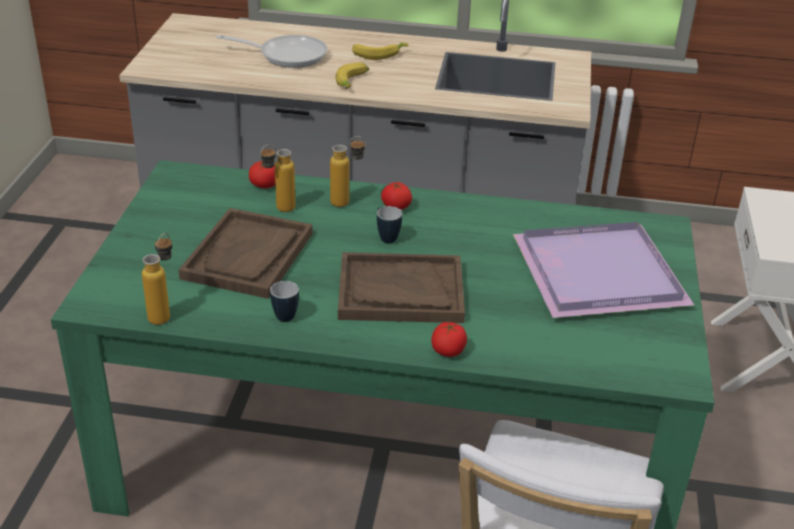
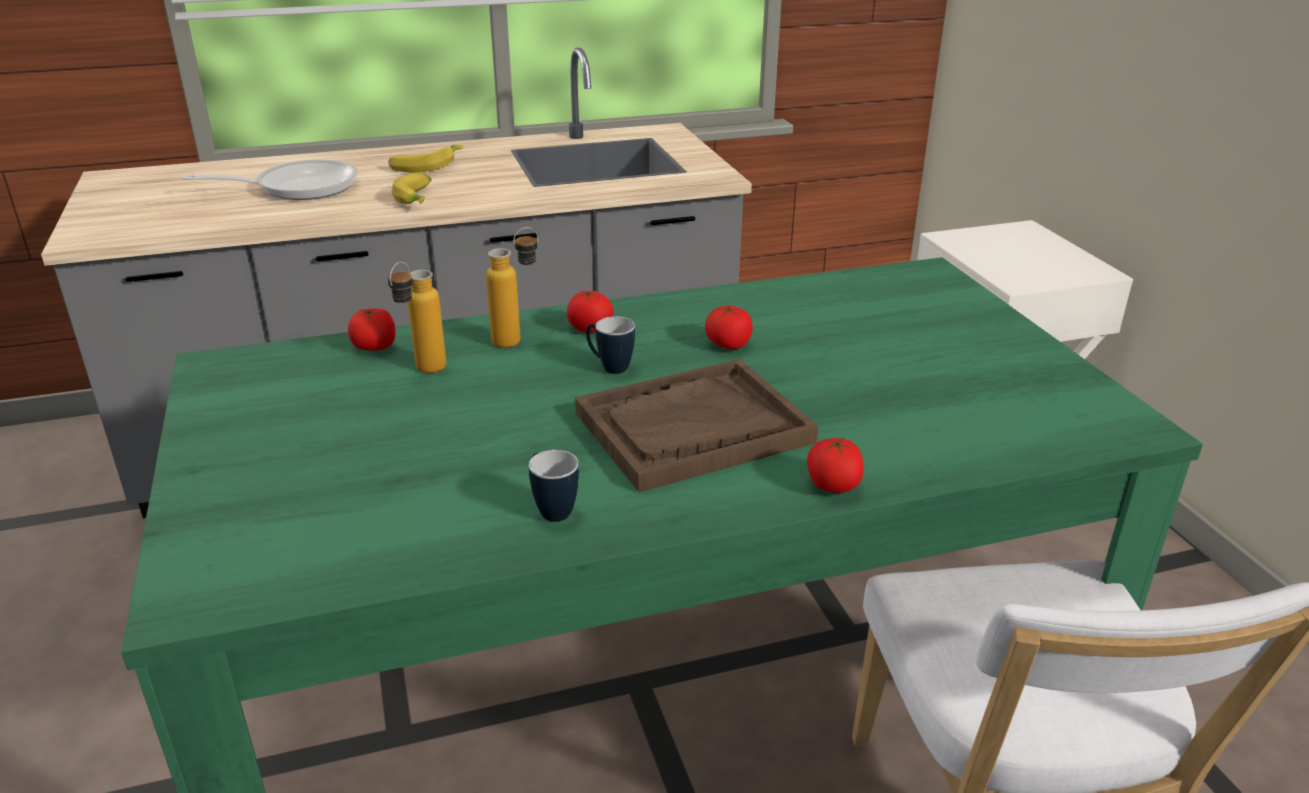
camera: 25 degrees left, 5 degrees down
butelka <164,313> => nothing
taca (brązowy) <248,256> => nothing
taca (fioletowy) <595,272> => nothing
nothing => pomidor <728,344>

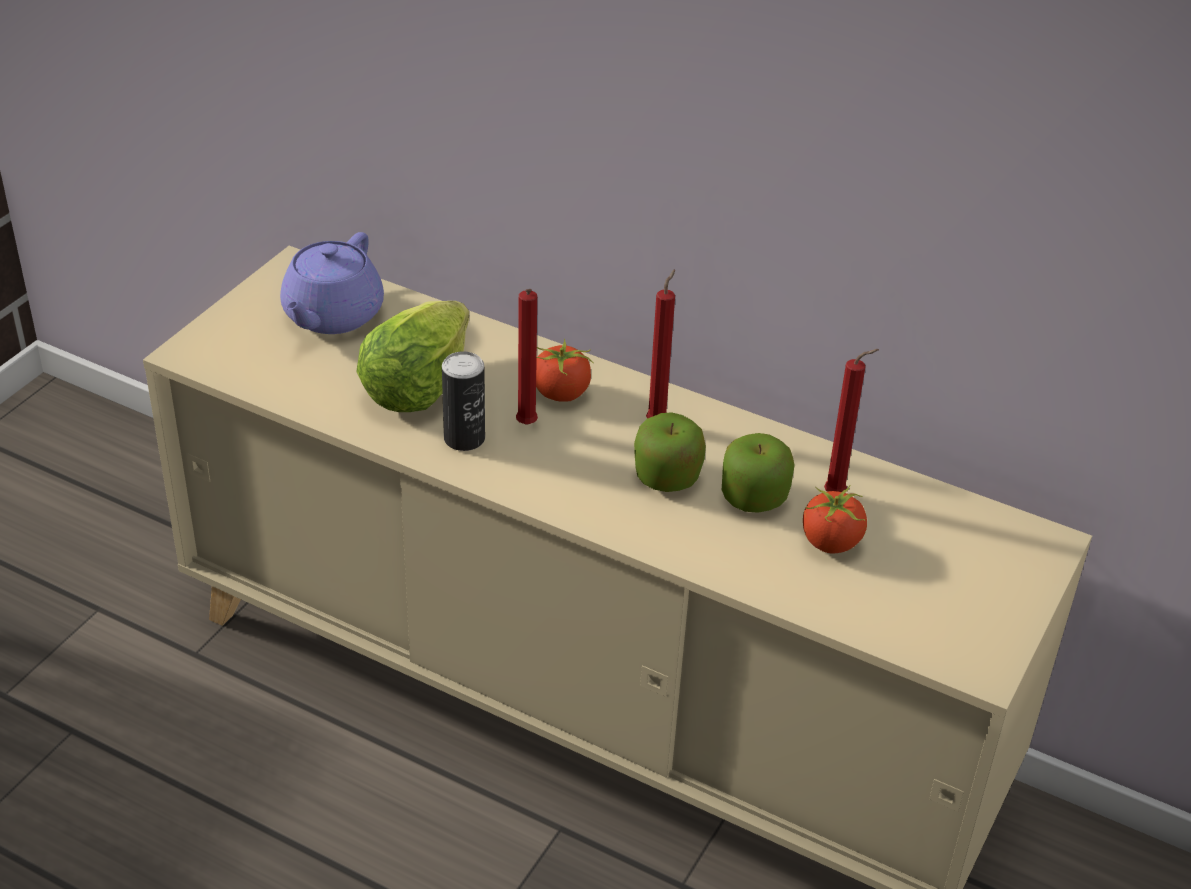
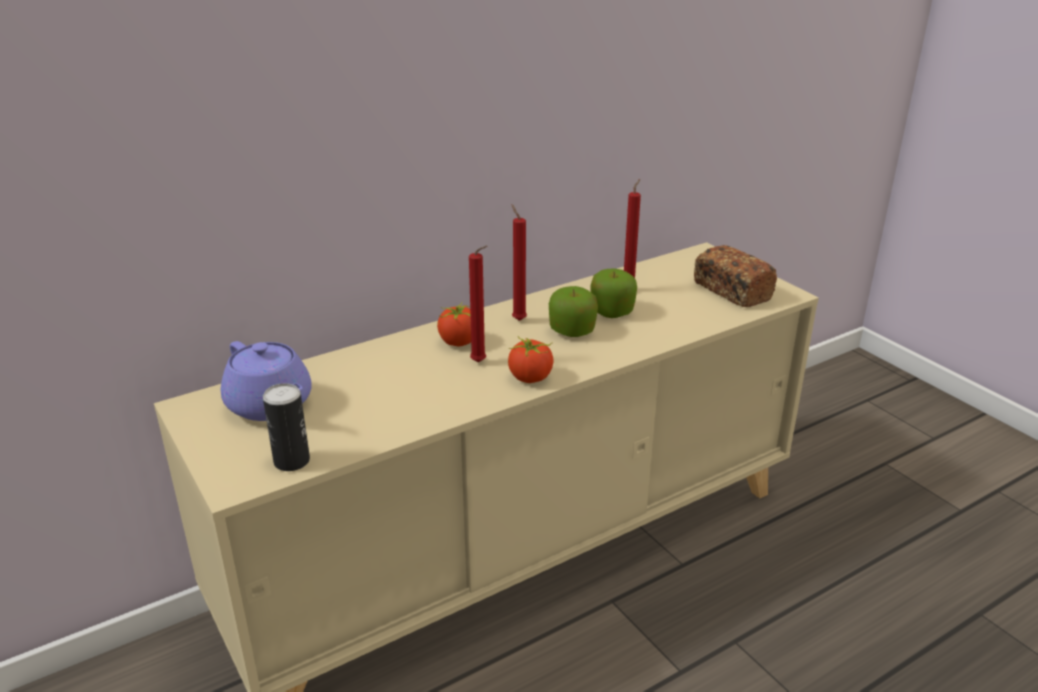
camera: 60 degrees left, 10 degrees down
sałata <416,388> => nothing
nothing => chleb <731,291>
puszka <464,438> => puszka <292,461>, shifted
pomidor <830,543> => pomidor <531,378>, shifted

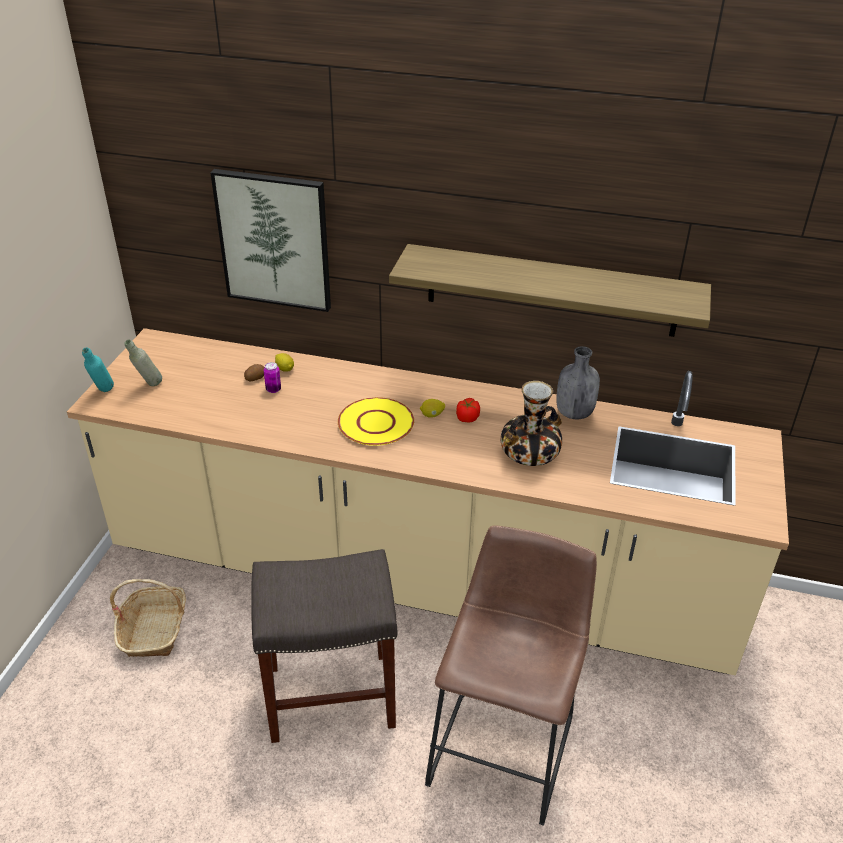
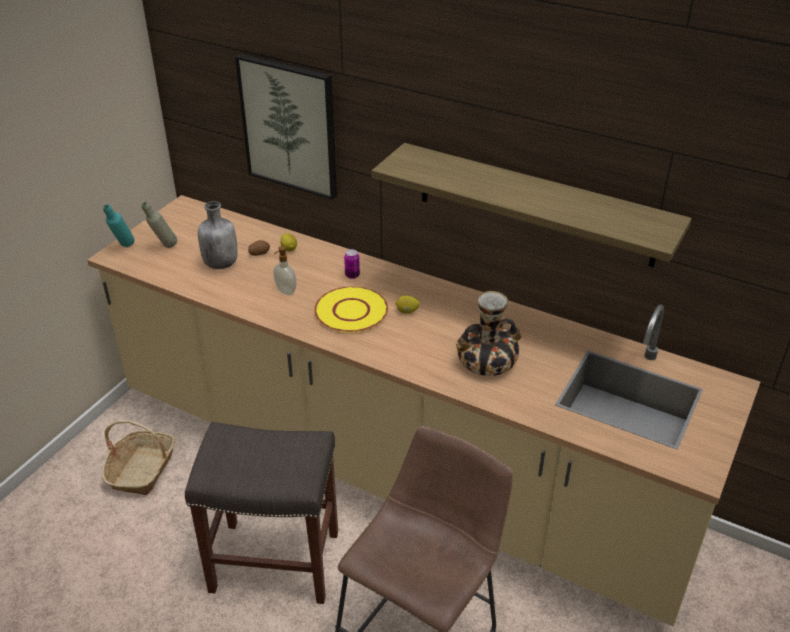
camera: 15 degrees right, 0 degrees up
pomidor <467,418> => nothing
nothing => dozownik mydła <285,291>
puszka <273,389> => puszka <352,275>, shifted
butelka (szary) <573,412> => butelka (szary) <221,263>, shifted

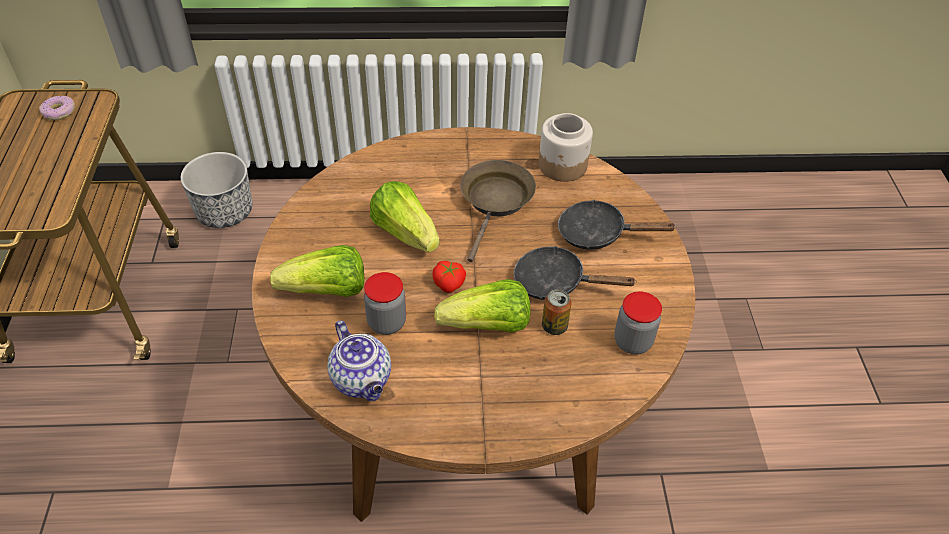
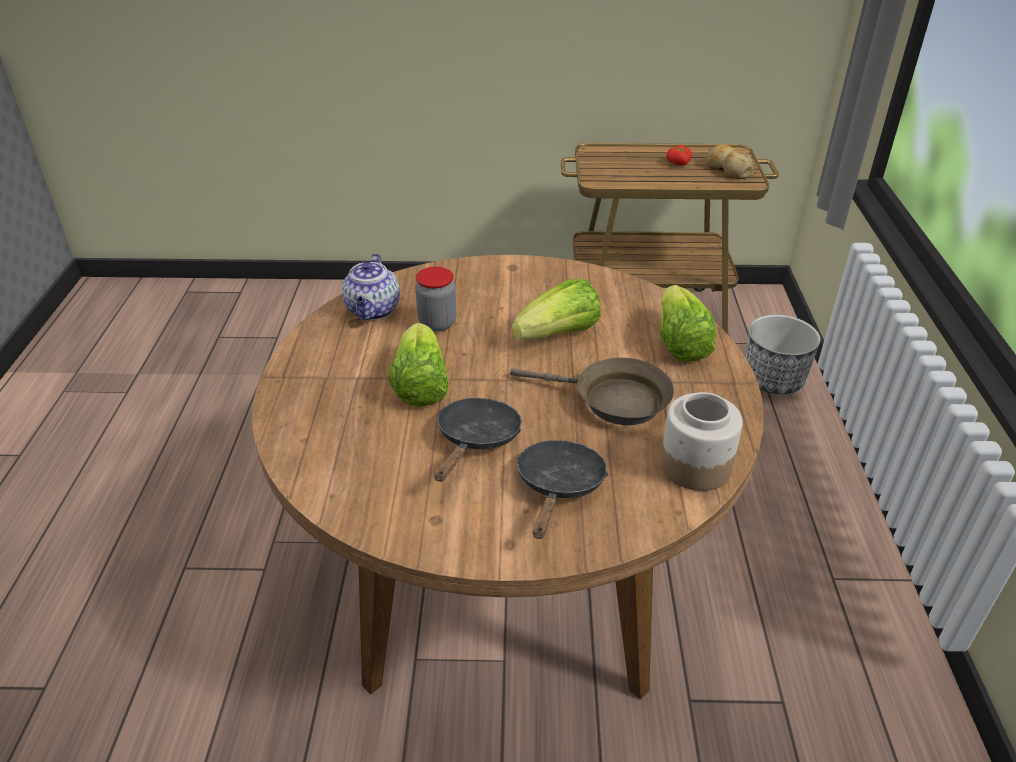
camera: 95 degrees right, 10 degrees down
puszka <554,326> => nothing
słoik <632,341> => nothing
sałata <327,291> => sałata <679,343>, shifted
pomidor <449,283> => pomidor <679,164>, shifted
donut <59,112> => chleb <727,169>
imbryk <362,380> => imbryk <373,311>, 60 degrees counterclockwise

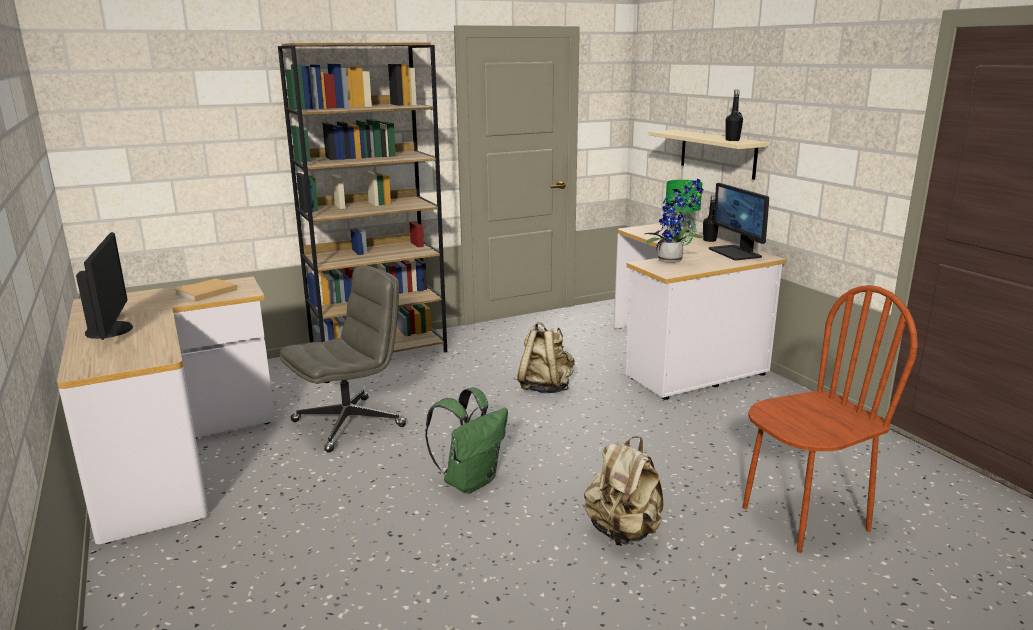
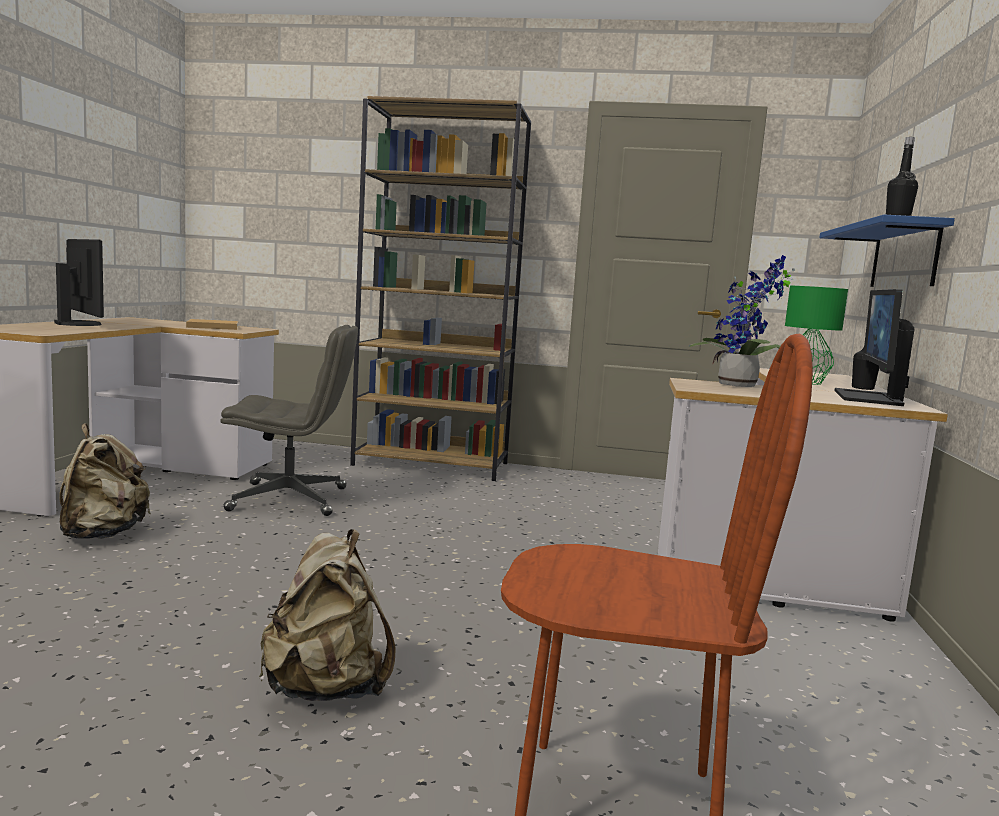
camera: 35 degrees right, 10 degrees down
plecak (zielony) <470,481> => nothing
plecak (beżowy) <545,388> => plecak (beżowy) <103,534>, shifted
półka (beżowy) <717,153> => półka (niebieski) <904,257>
monitor <111,330> => monitor <80,324>, 60 degrees counterclockwise

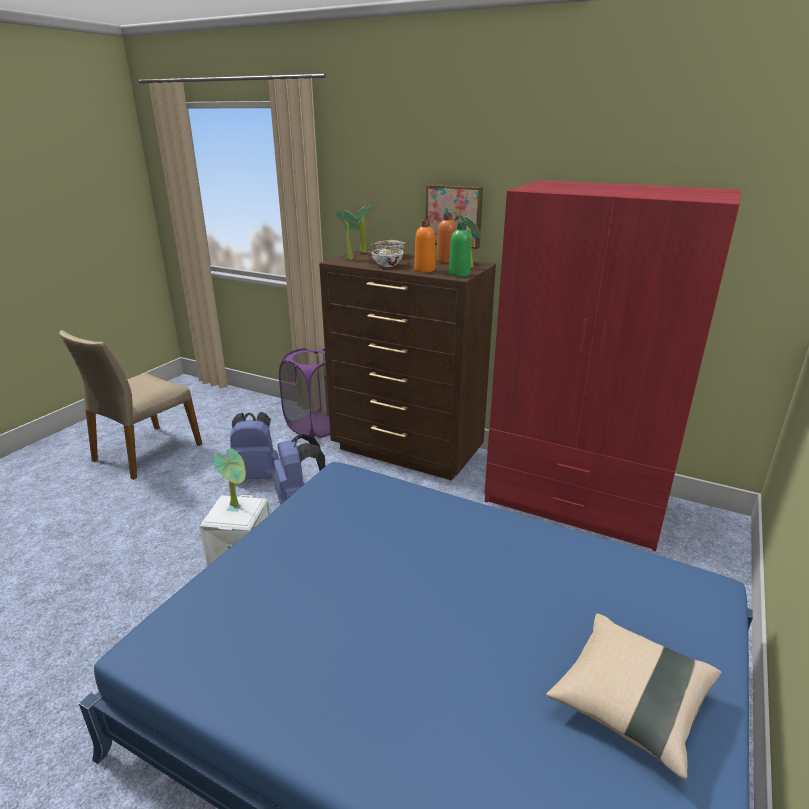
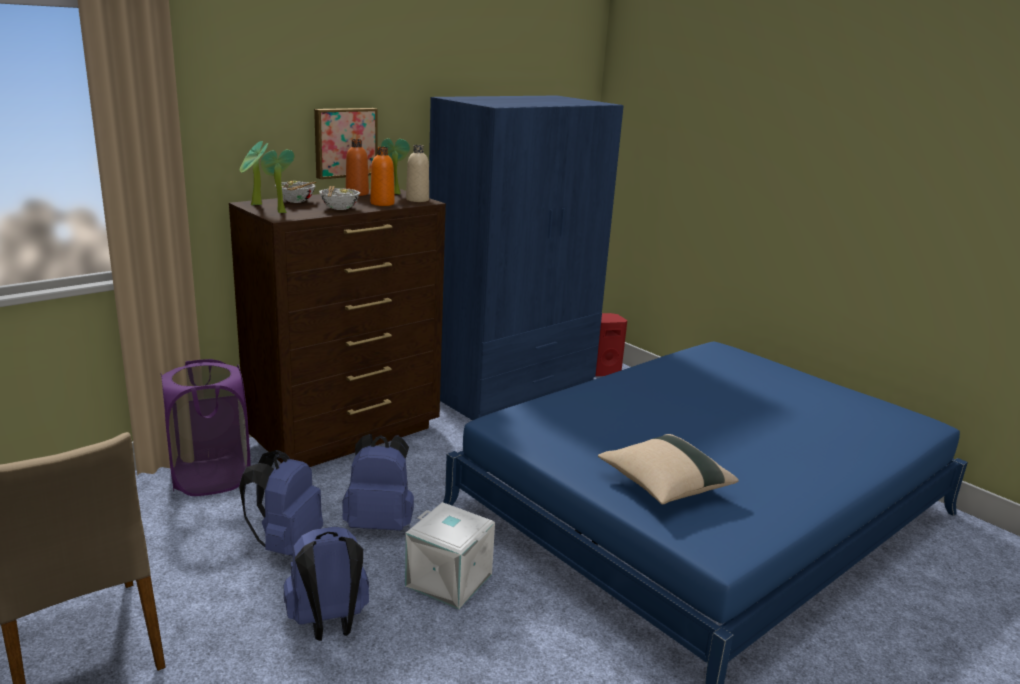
camera: 70 degrees left, 5 degrees down
roślina doniczkowa <236,504> => nothing
nothing => plecak (niebieski) <329,625>
nothing => głośnik (czerwony) <603,371>
poduszka (beżowy) <630,703> => poduszka (beżowy) <663,486>, shifted
butelka (zielony) <459,274> => butelka (beżowy) <417,200>
szafa (czerwony) <576,501> => szafa (niebieski) <512,388>

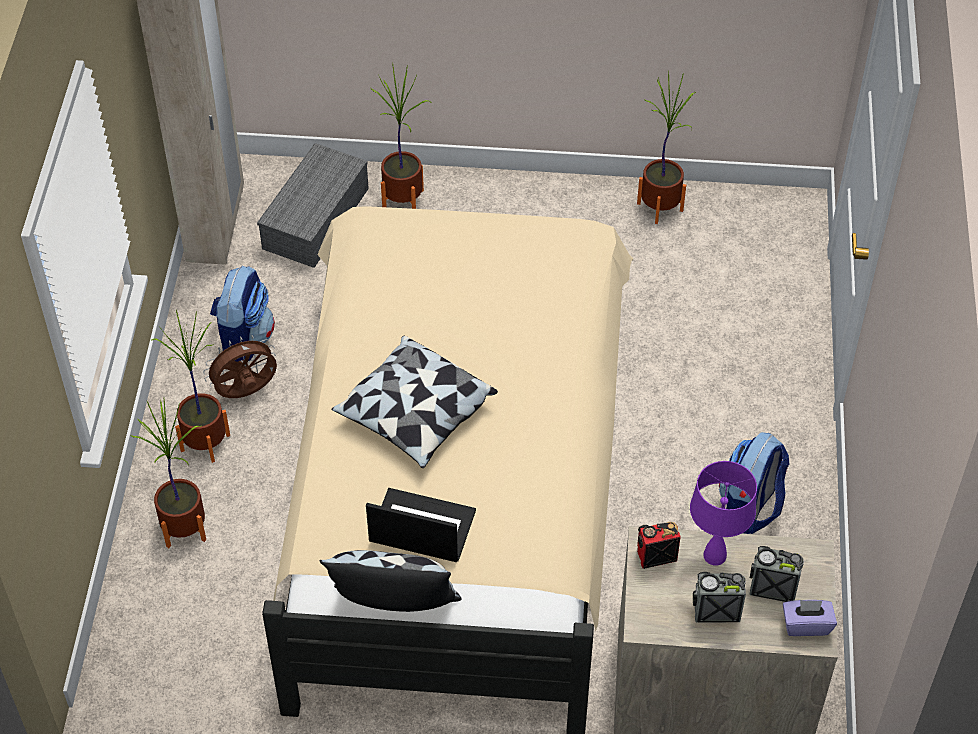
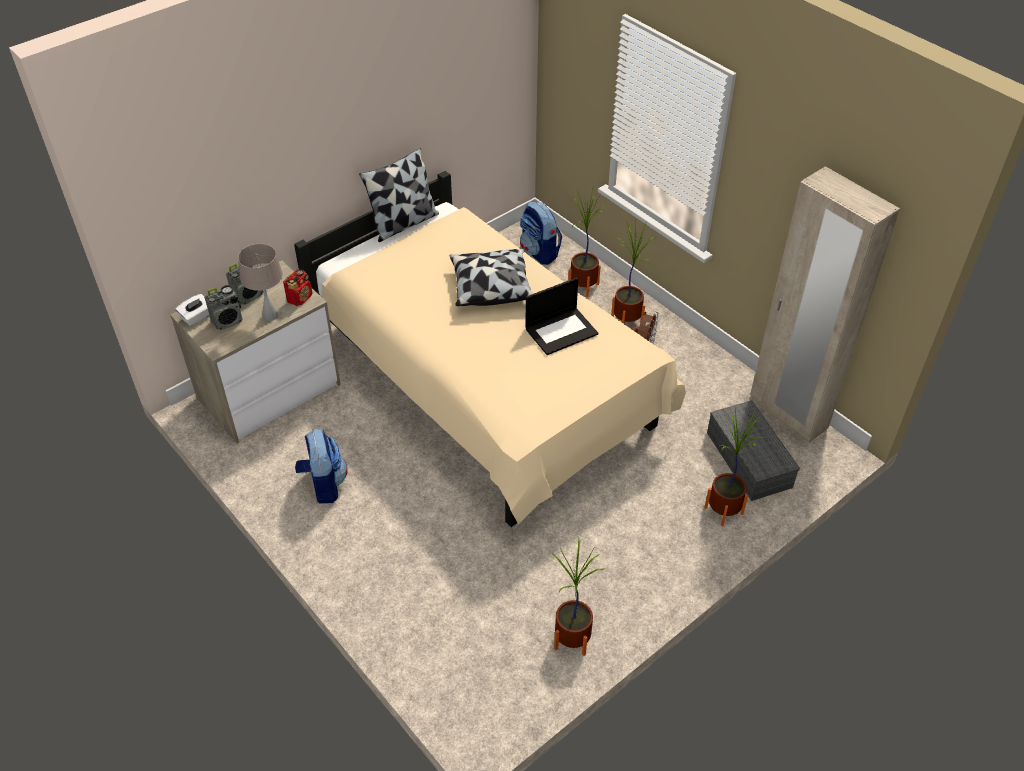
camera: 135 degrees right, 5 degrees down
plecak <244,338> => plecak <539,252>, shifted
laptop <420,527> => laptop <561,331>, shifted
lampa stołowa (fioletowy) <714,556> => lampa stołowa (beżowy) <270,316>
pudełko chusteczek (fioletowy) <806,625> => pudełko chusteczek (biały) <197,317>

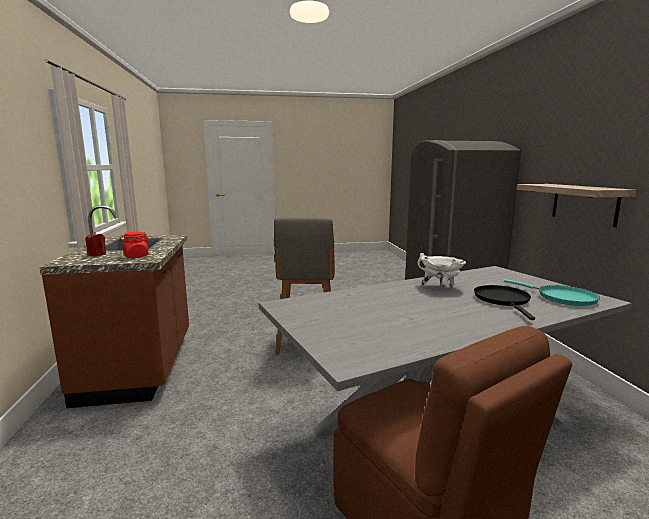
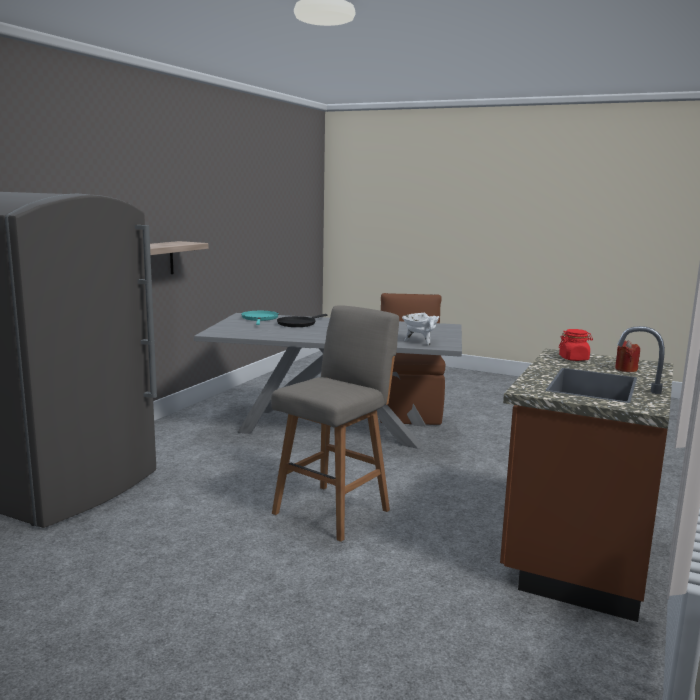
camera: 145 degrees left, 0 degrees up
garnek (biały) <440,287> => garnek (biały) <420,342>, shifted

